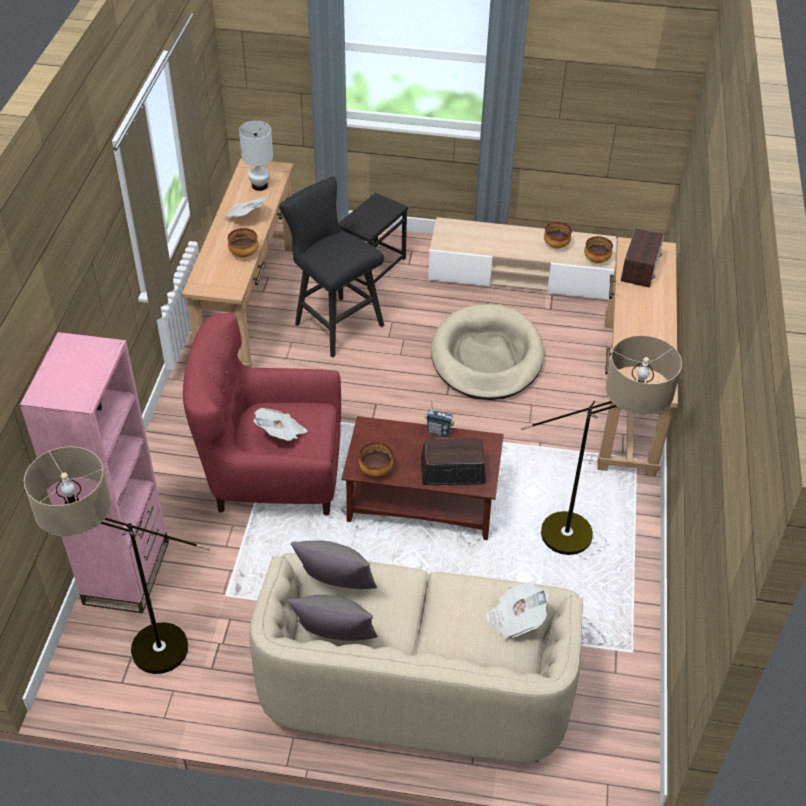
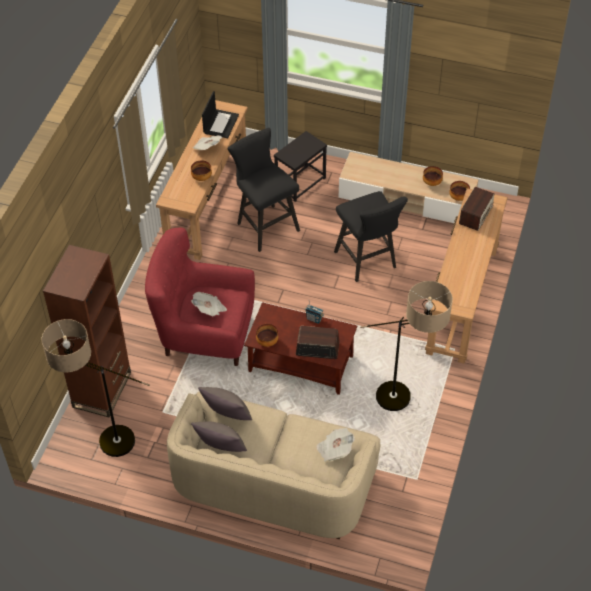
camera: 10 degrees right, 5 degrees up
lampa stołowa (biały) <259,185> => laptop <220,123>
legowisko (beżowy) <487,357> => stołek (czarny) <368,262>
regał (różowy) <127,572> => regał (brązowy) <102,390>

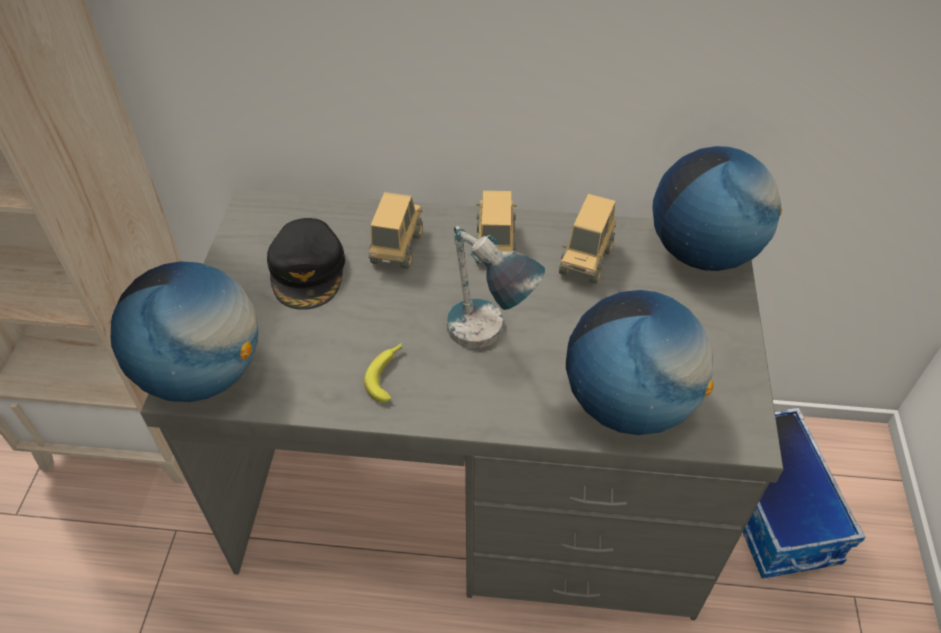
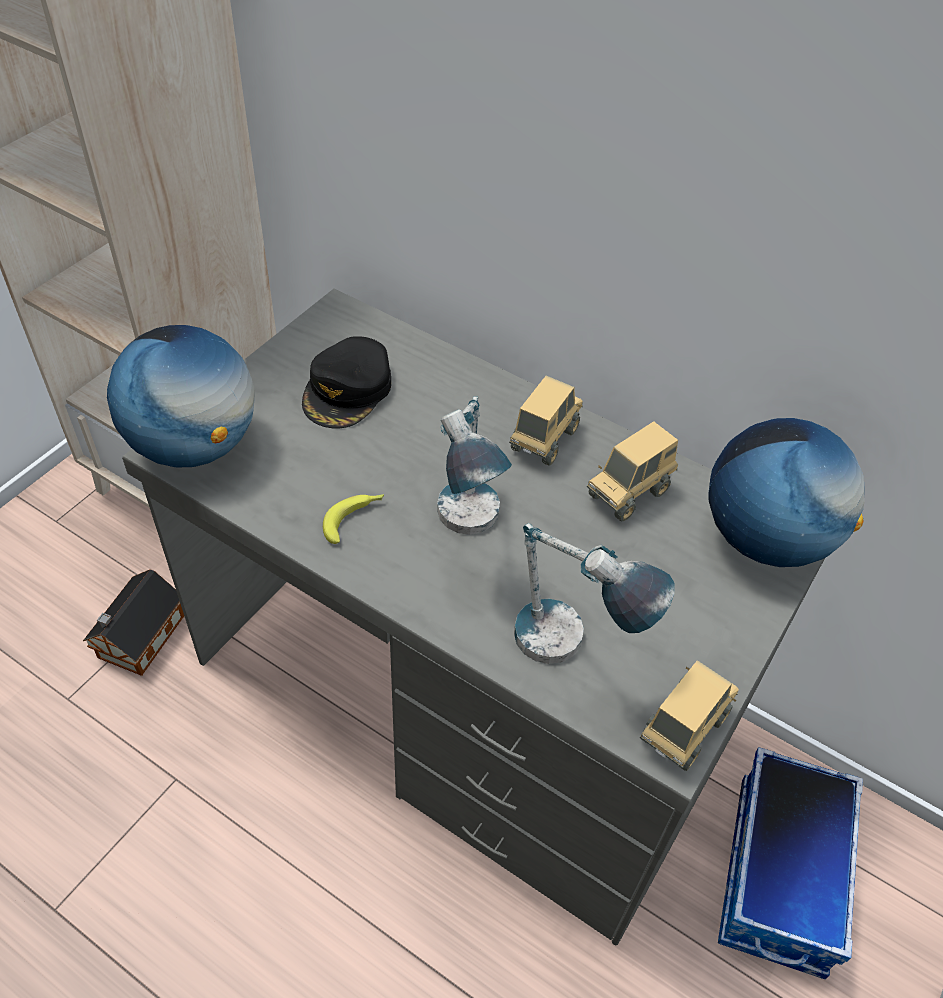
camera: 25 degrees right, 0 degrees up
nothing => domek <138,639>
ciężarówka zabawkowa <397,249> => ciężarówka zabawkowa <683,729>, shifted
globus <628,403> => lampa stołowa <569,654>

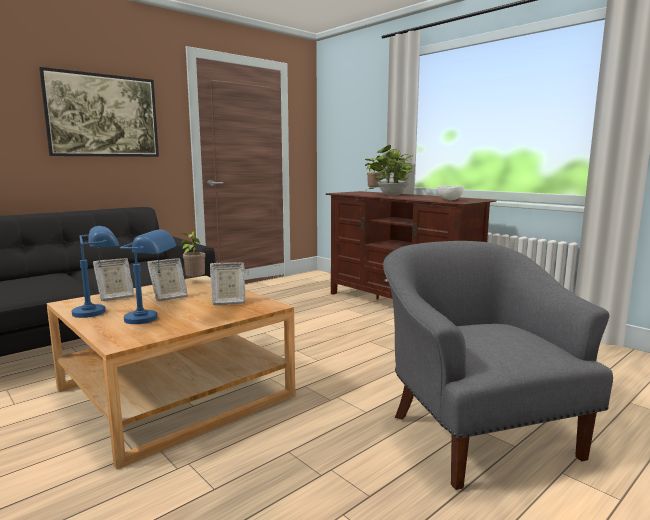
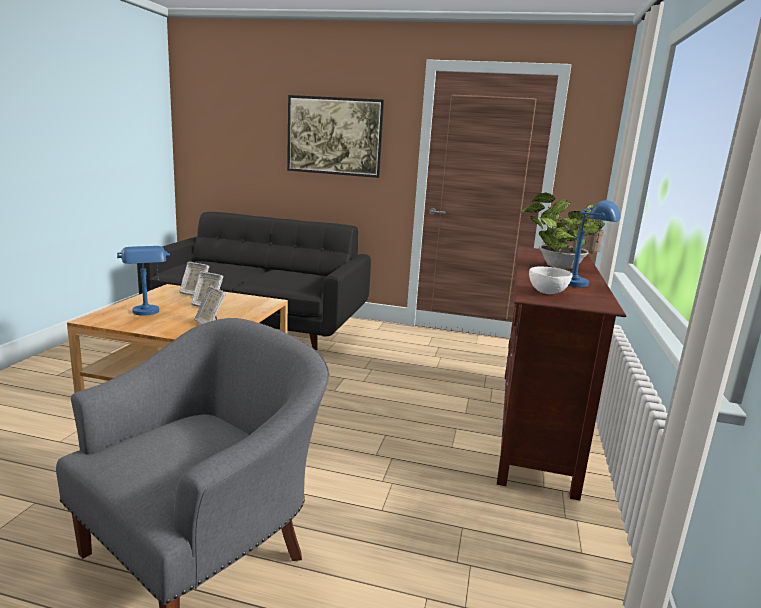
camera: 55 degrees right, 5 degrees up
roślina doniczkowa <194,282> => nothing
lampa stołowa (niebieski) <100,311> => lampa stołowa (niebieski) <584,284>, shifted

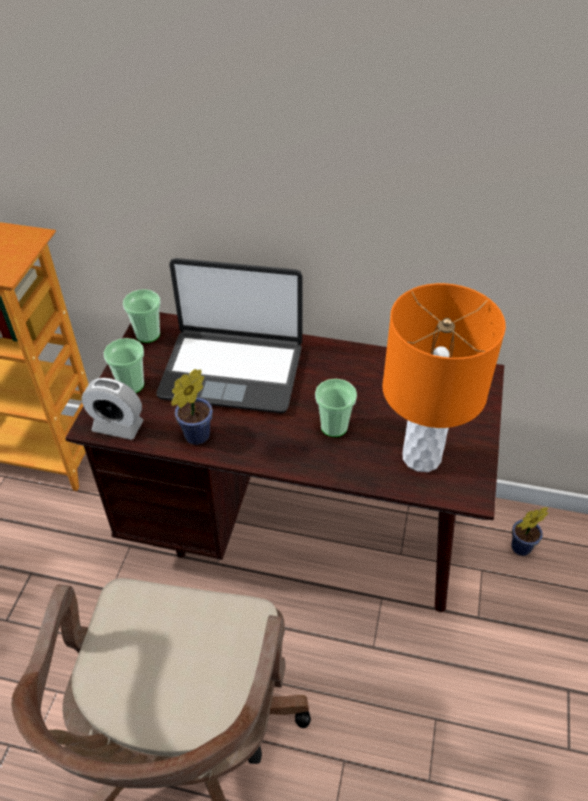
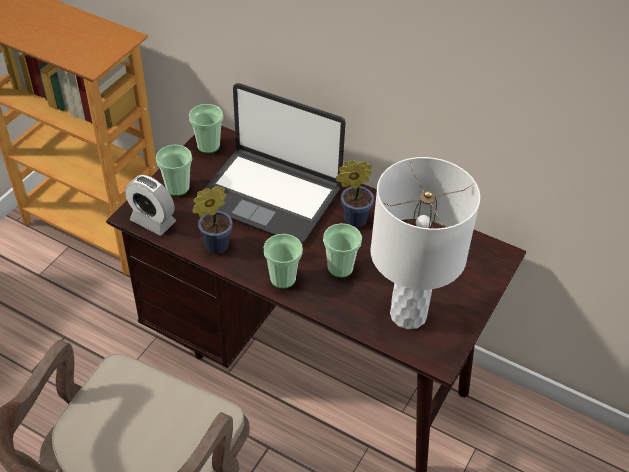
camera: 15 degrees right, 0 degrees up
nothing => filiżanka <283,279>
roślina doniczkowa <518,548> => roślina doniczkowa <352,220>, shifted
lampa stołowa (pomarańczowy) <422,456> => lampa stołowa (biały) <408,314>

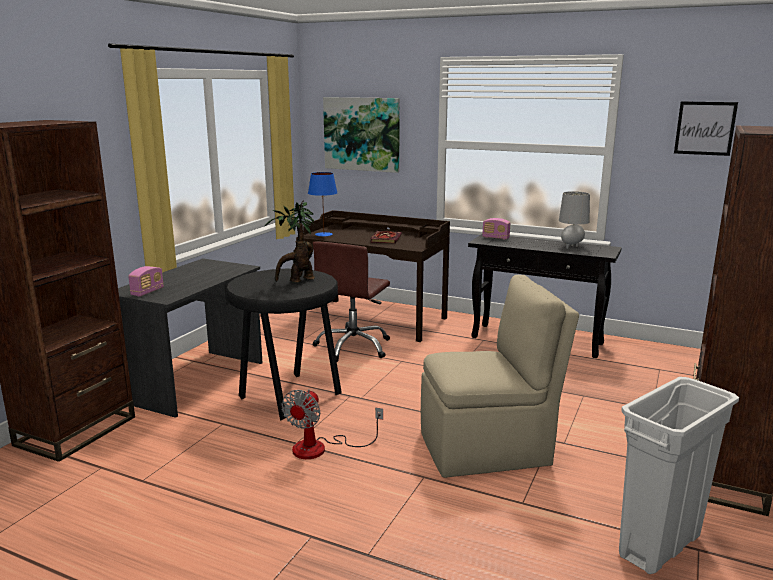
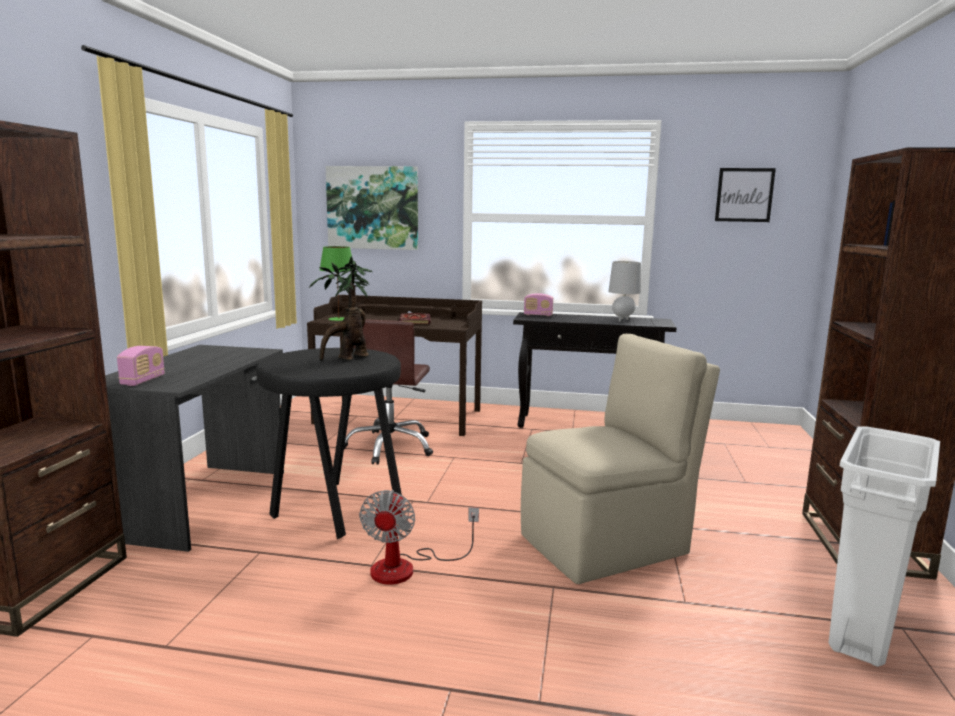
camera: 15 degrees left, 5 degrees down
lampa stołowa (niebieski) <324,234> => lampa stołowa (zielony) <339,319>

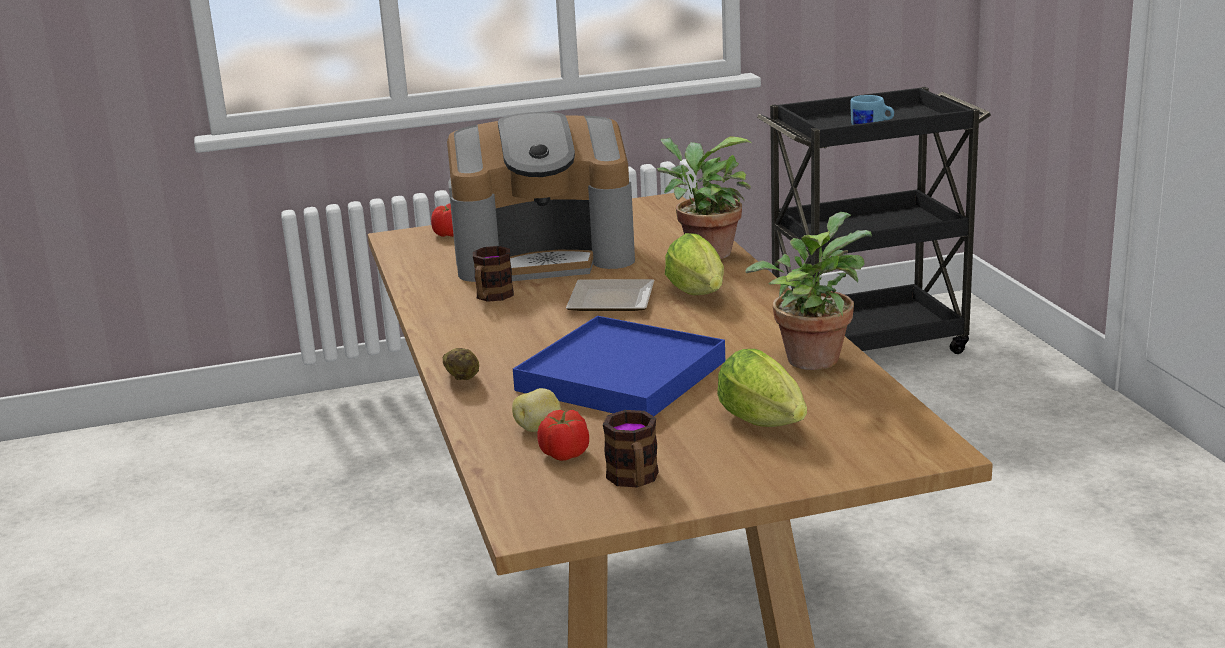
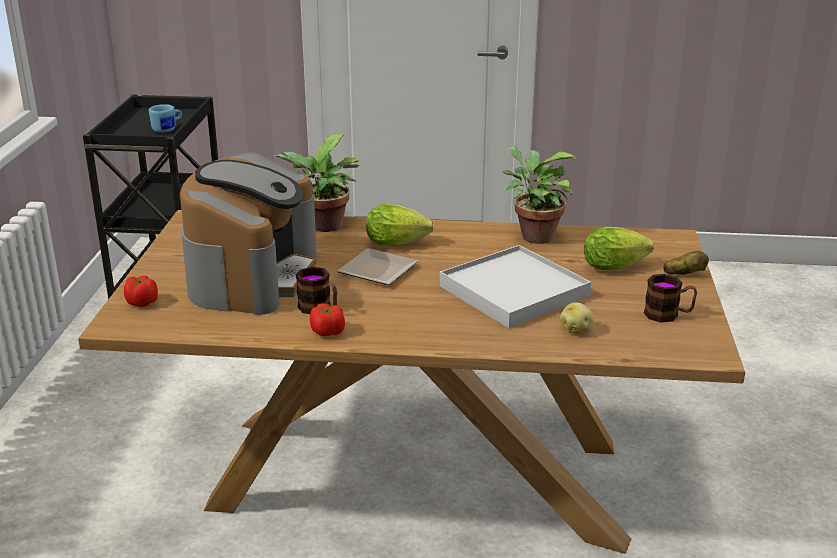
camera: 70 degrees left, 5 degrees up
ziemniak <462,379> => ziemniak <684,274>, shifted
pomidor <564,454> => pomidor <328,332>, shifted
taca (niebieski) <620,376> => taca (biały) <514,291>

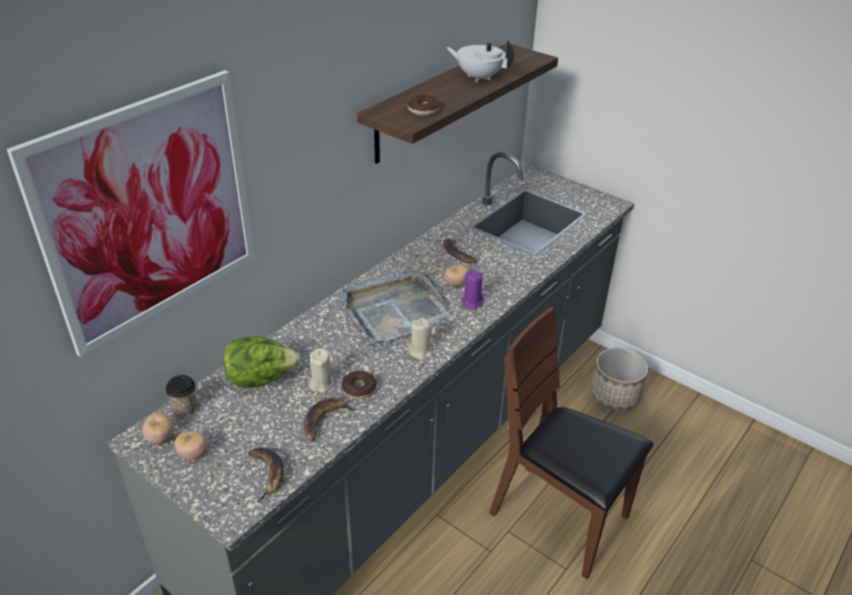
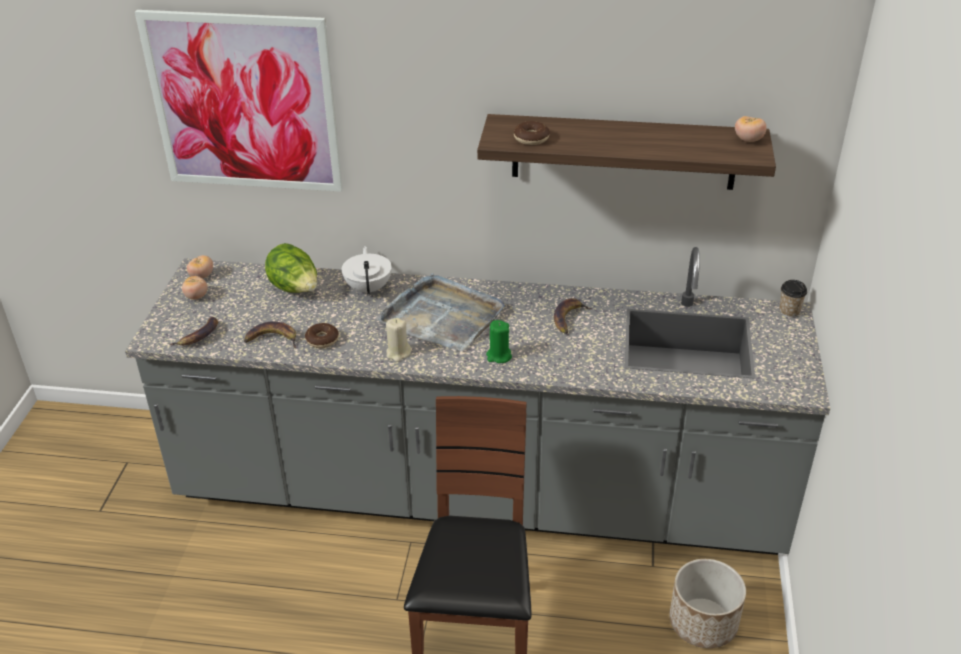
camera: 60 degrees right, 0 degrees up
świeca (beżowy) <321,384> => nothing
filiżanka <185,409> => filiżanka <789,312>, shifted
pomidor <456,283> => pomidor <748,140>, shifted
imbryk (biały) <479,77> => imbryk (biały) <369,288>, shifted
świeca (fioletowy) <472,302> => świeca (zielony) <499,356>

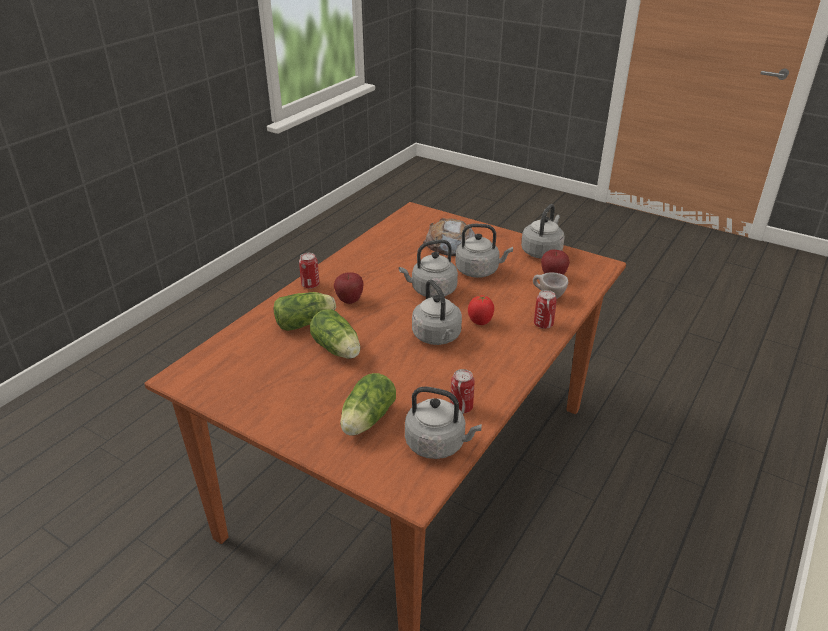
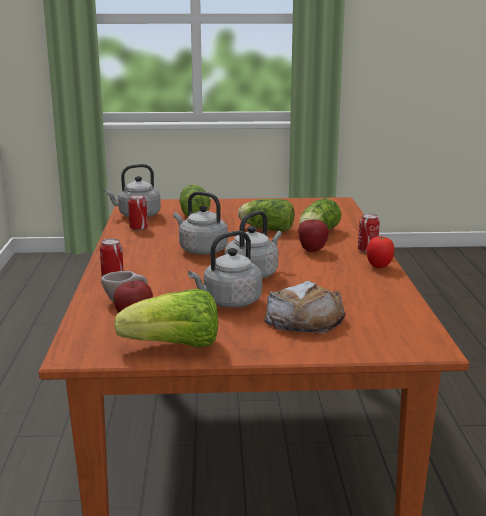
camera: 145 degrees right, 15 degrees down
pomidor <480,322> => pomidor <379,266>, shifted
czajnik (szary) <542,251> => sałata <174,346>

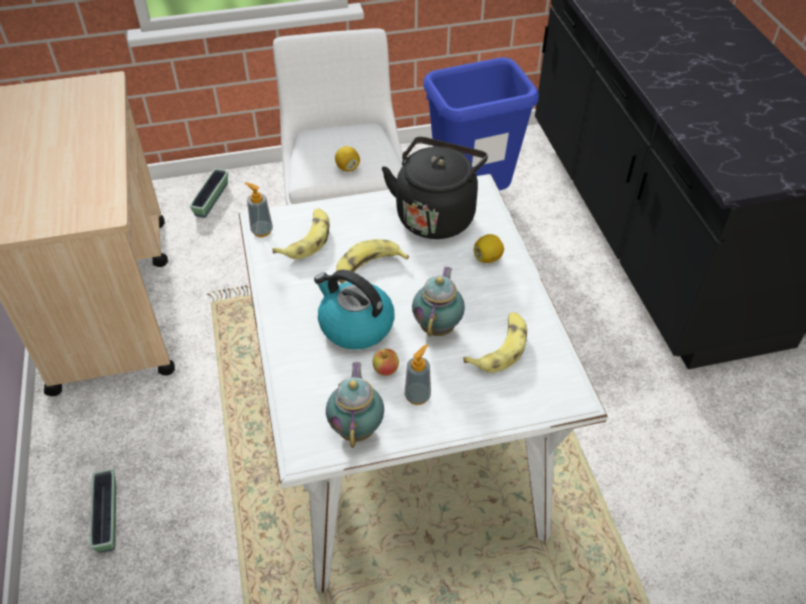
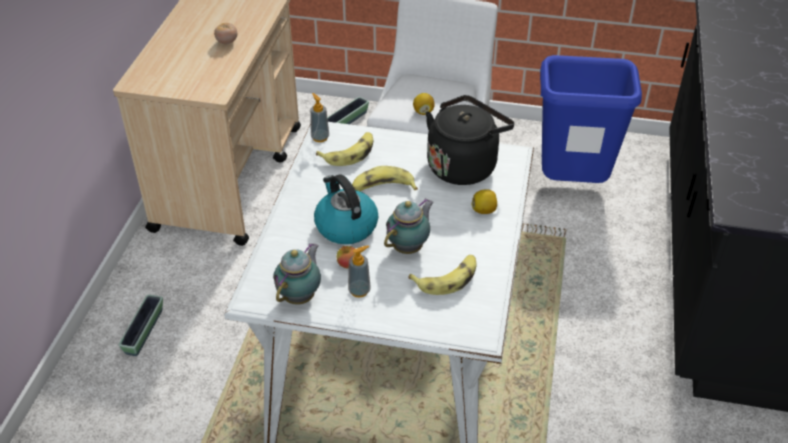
camera: 25 degrees right, 5 degrees down
nothing => pomidor <227,42>

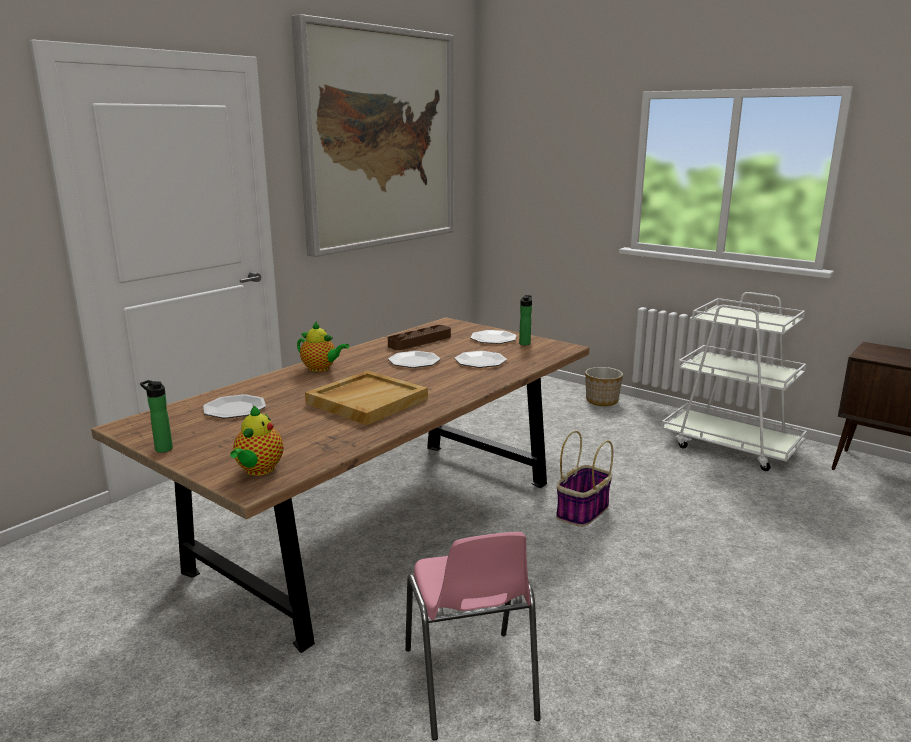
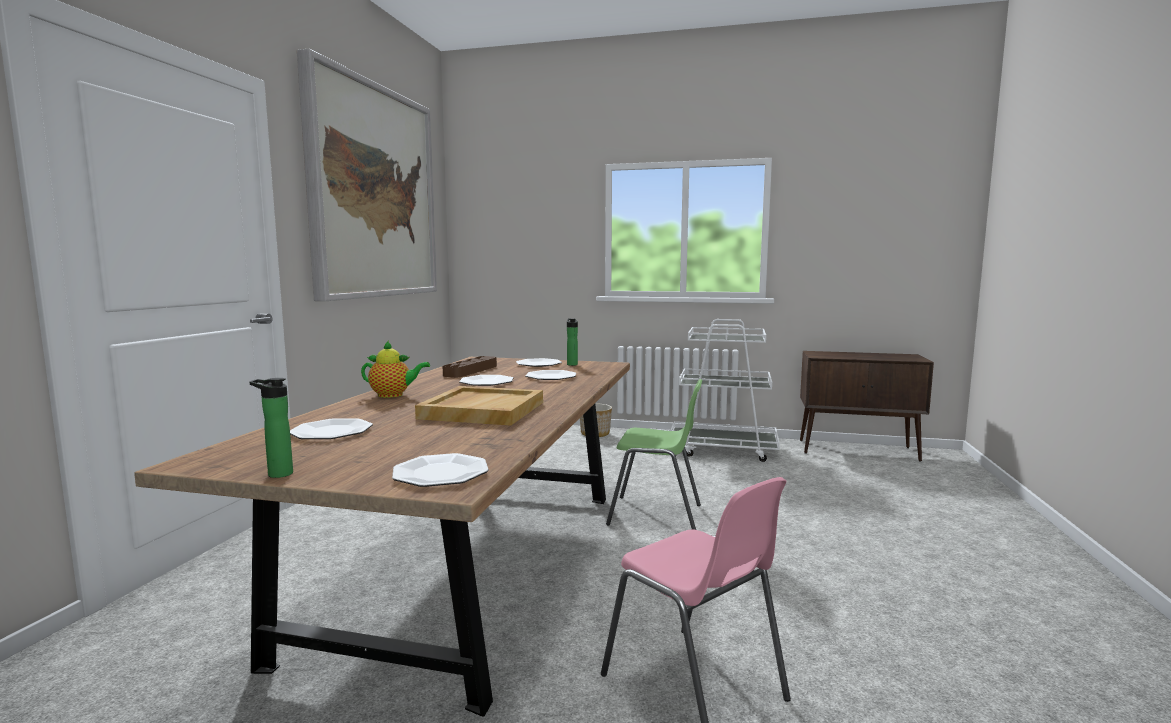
camera: 25 degrees left, 10 degrees down
imbryk <258,470> => talerz <440,473>
koszyk <582,512> => krzesło (zielony) <656,515>

